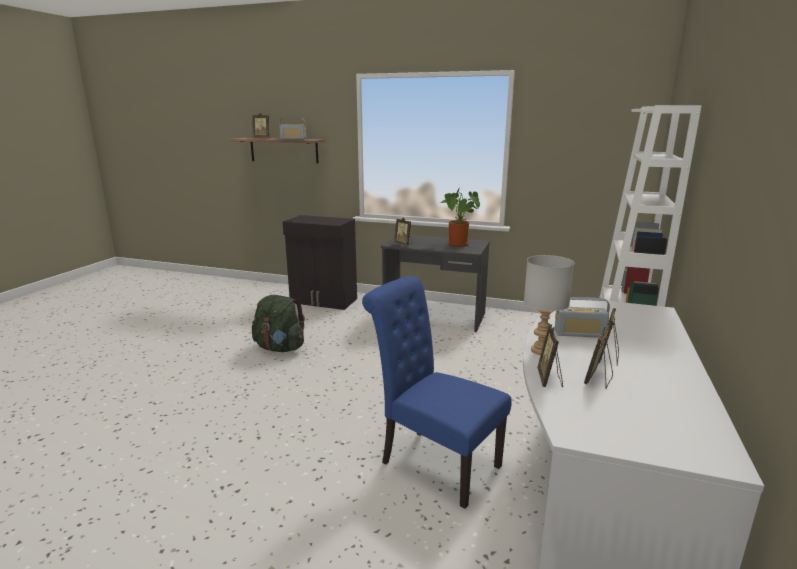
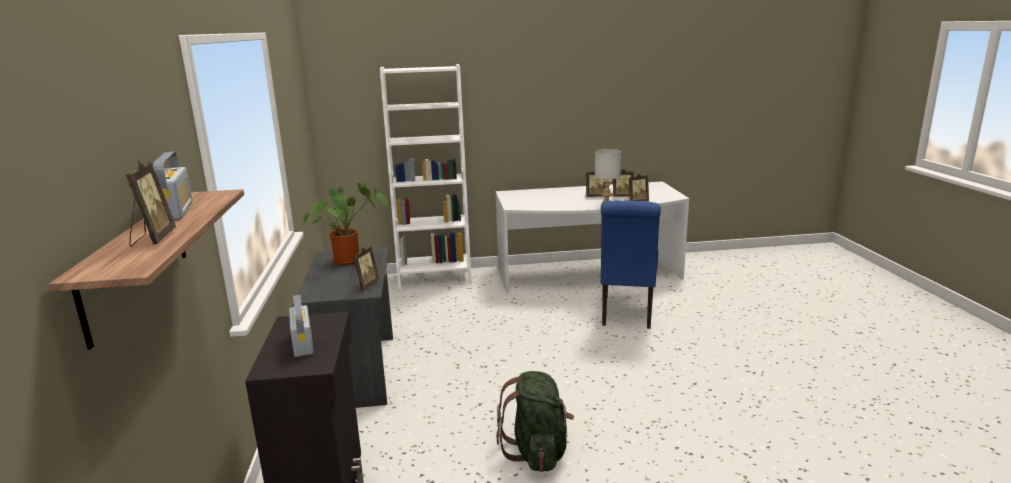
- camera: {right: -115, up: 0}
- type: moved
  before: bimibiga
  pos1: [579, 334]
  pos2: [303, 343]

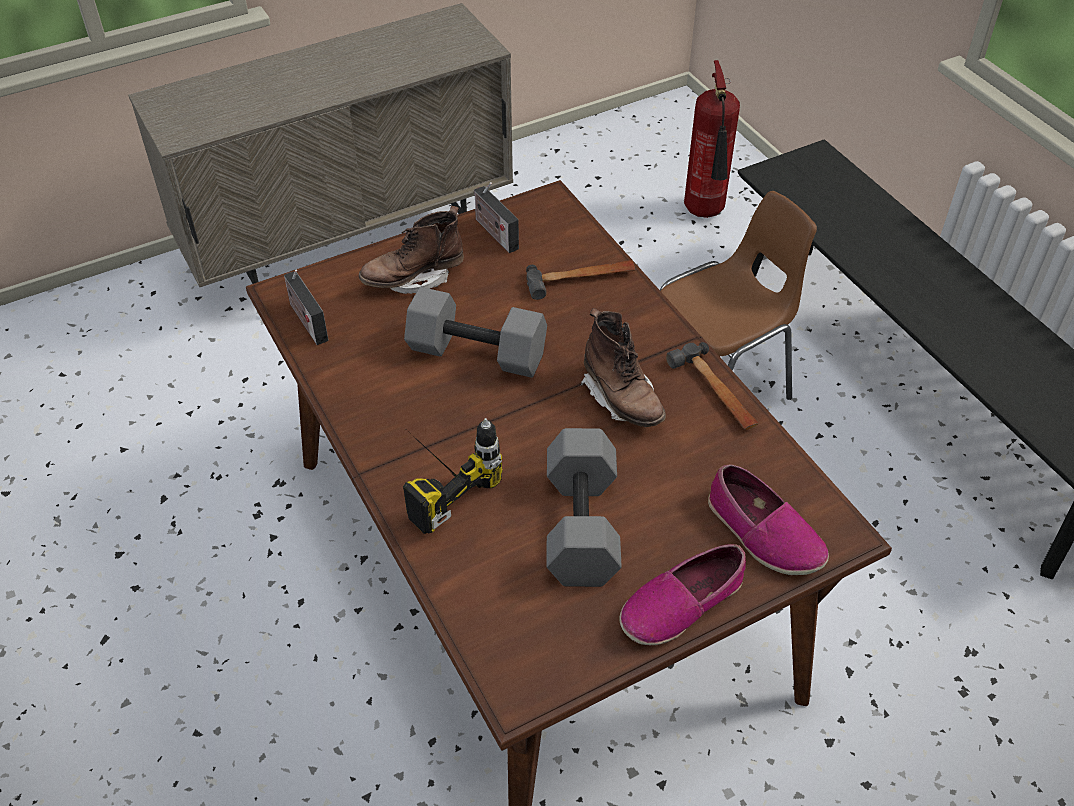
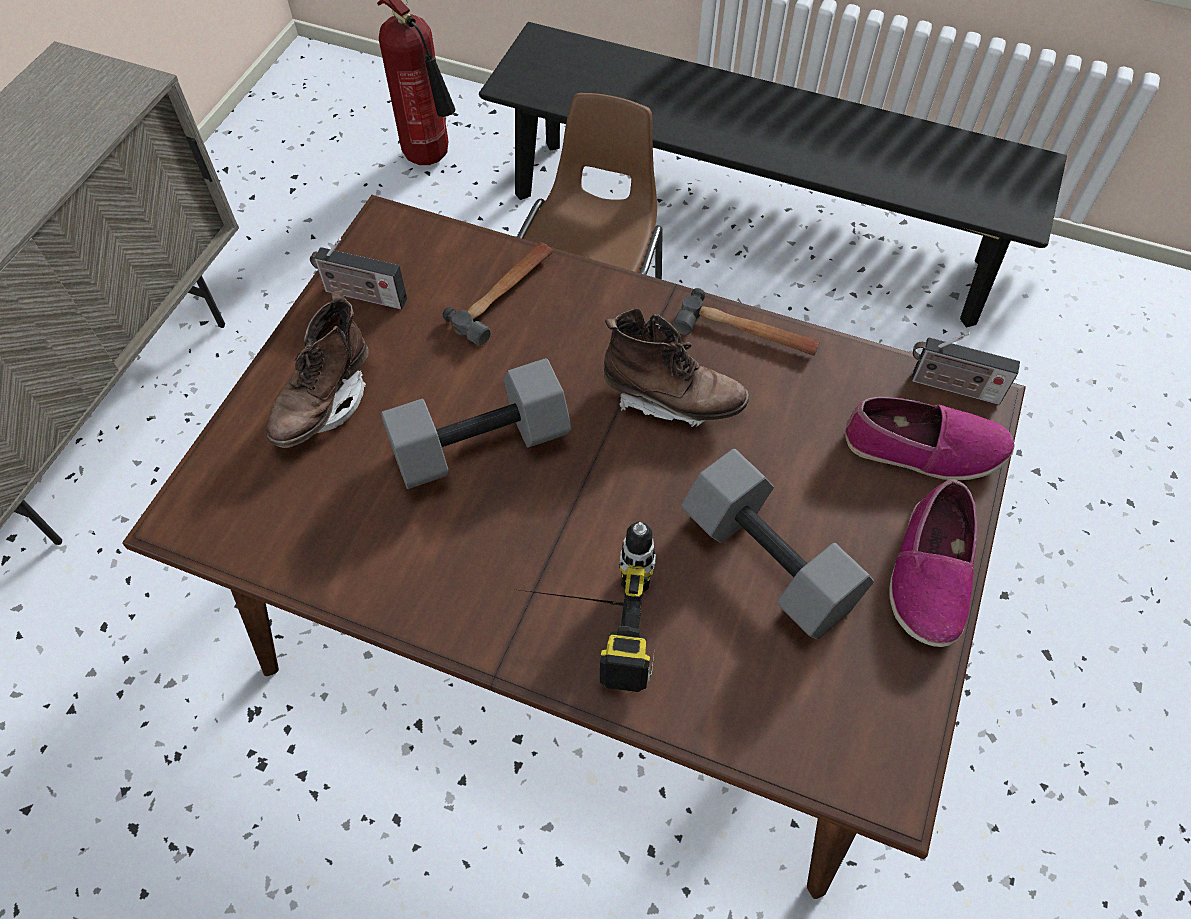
- camera: {right: -40, up: 10}
- type: moved
  before: bimibiga
  pos1: [306, 320]
  pos2: [951, 387]

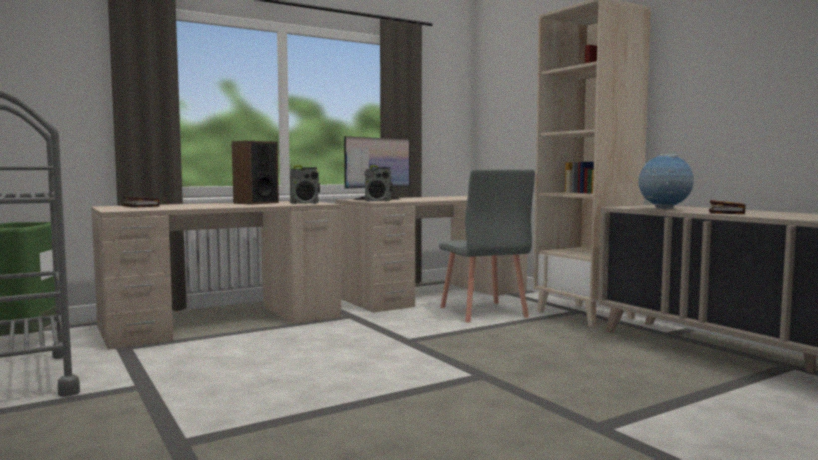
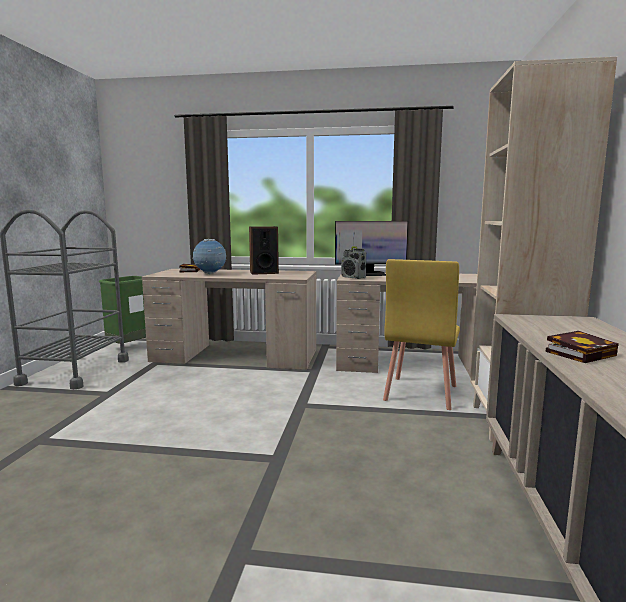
- camera: {right: 40, up: 5}
- type: moved
  before: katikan
  pos1: [664, 209]
  pos2: [210, 274]
- type: removed
  before: bimibiga
  pos1: [305, 203]
- type: recoloured
  before: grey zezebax
  after: yellow zezebax
  pos1: [482, 312]
  pos2: [420, 393]

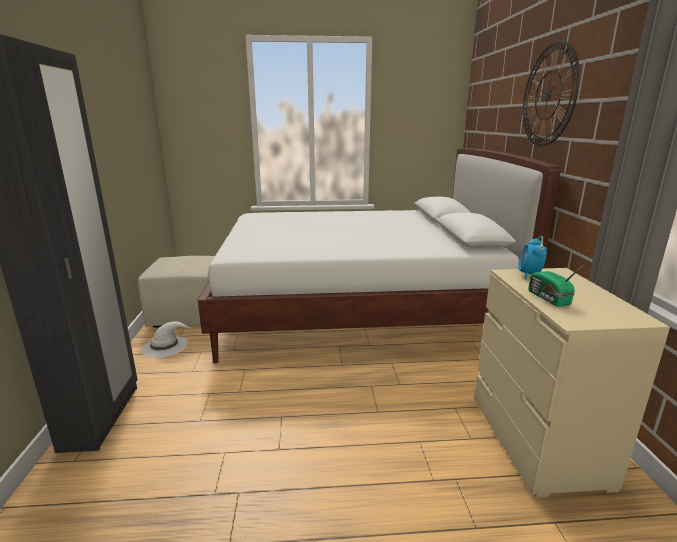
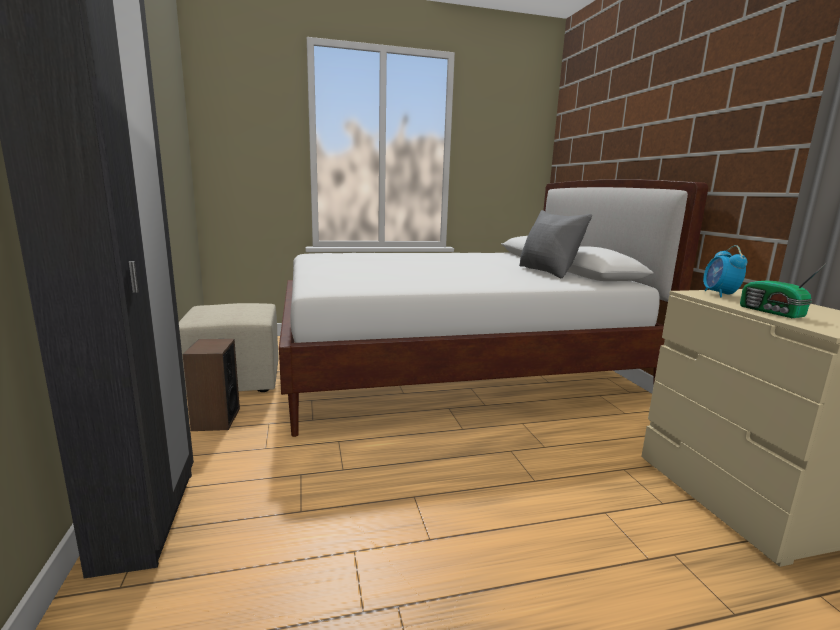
- camera: {right: -10, up: -5}
- type: removed
  before: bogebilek
  pos1: [548, 95]
- type: replaced
  before: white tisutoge
  after: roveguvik
  pos1: [165, 346]
  pos2: [216, 419]
- type: added
  after: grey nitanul
  pos2: [548, 272]

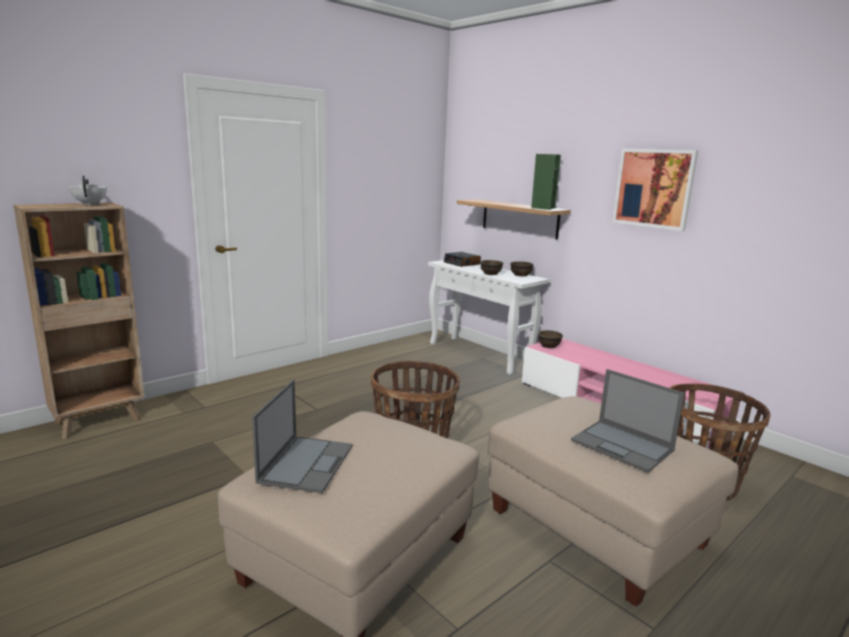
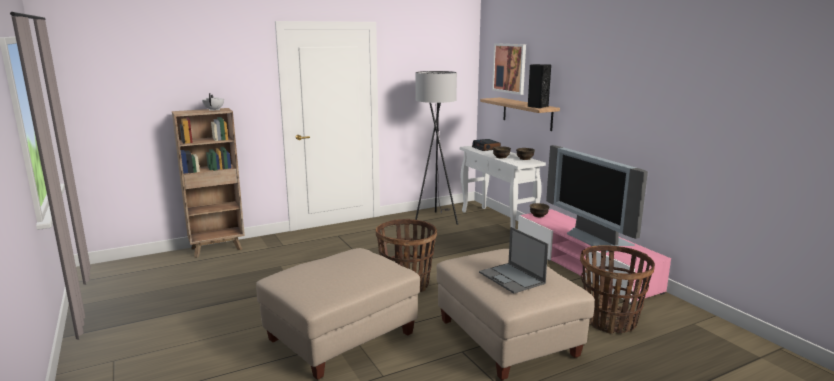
- camera: {right: 15, up: 0}
- type: moved
  before: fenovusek
  pos1: [654, 188]
  pos2: [509, 68]
- type: recoloured
  before: green roveguvik
  after: black roveguvik
  pos1: [543, 208]
  pos2: [537, 106]
- type: removed
  before: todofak
  pos1: [306, 463]
- type: added
  after: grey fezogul
  pos2: [435, 219]
- type: added
  after: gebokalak
  pos2: [596, 240]

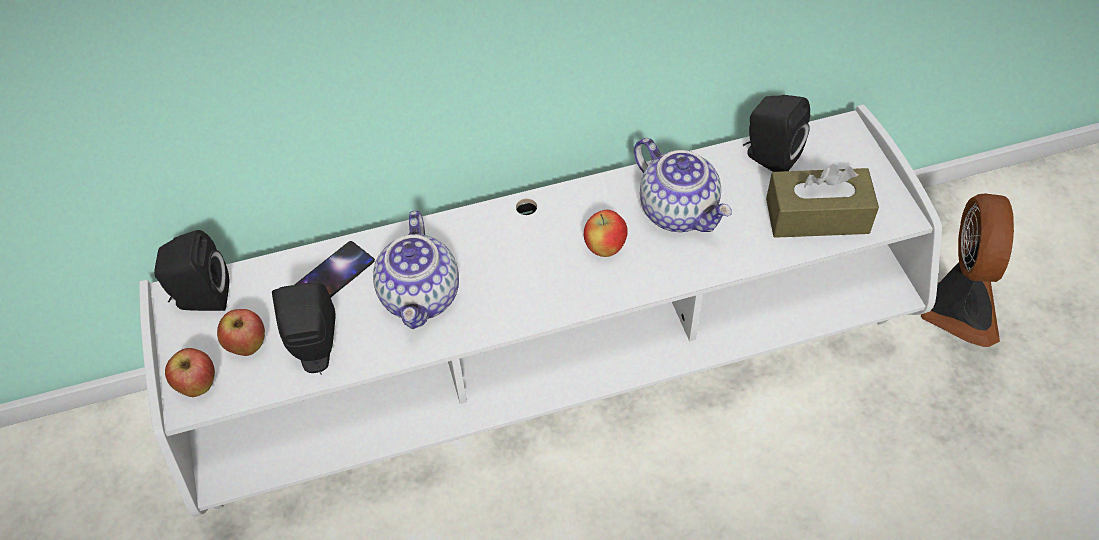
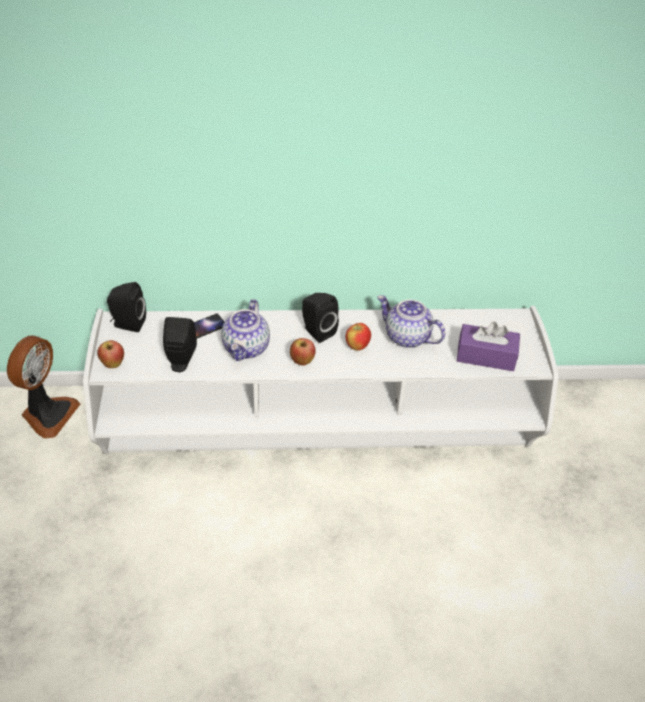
- camera: {right: 10, up: -10}
- type: moved
  before: black roveguvik
  pos1: [768, 157]
  pos2: [317, 331]
- type: turned
  before: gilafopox
  pos1: [679, 211]
  pos2: [406, 337]
  turn: 150
- type: recoloured
  before: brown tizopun
  after: purple tizopun
  pos1: [817, 216]
  pos2: [486, 356]
- type: moved
  before: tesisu
  pos1: [956, 307]
  pos2: [47, 414]
- type: moved
  before: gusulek
  pos1: [248, 346]
  pos2: [302, 362]

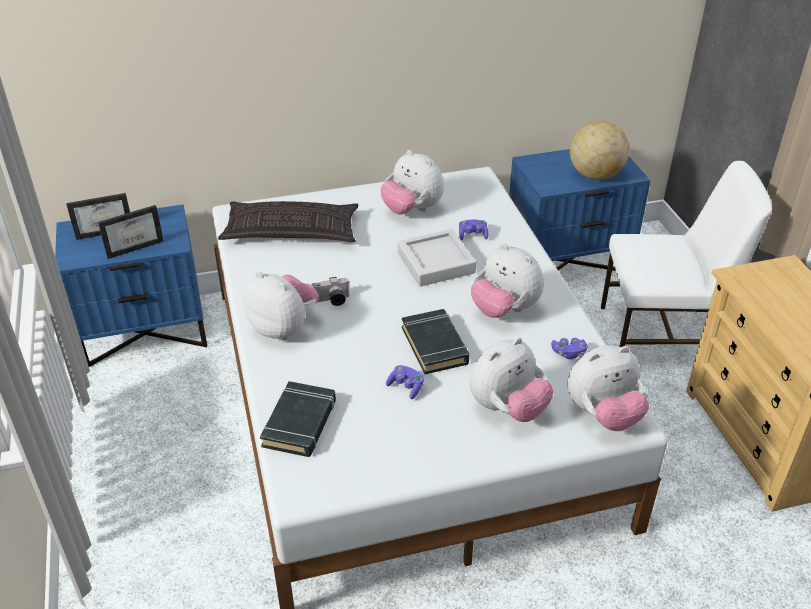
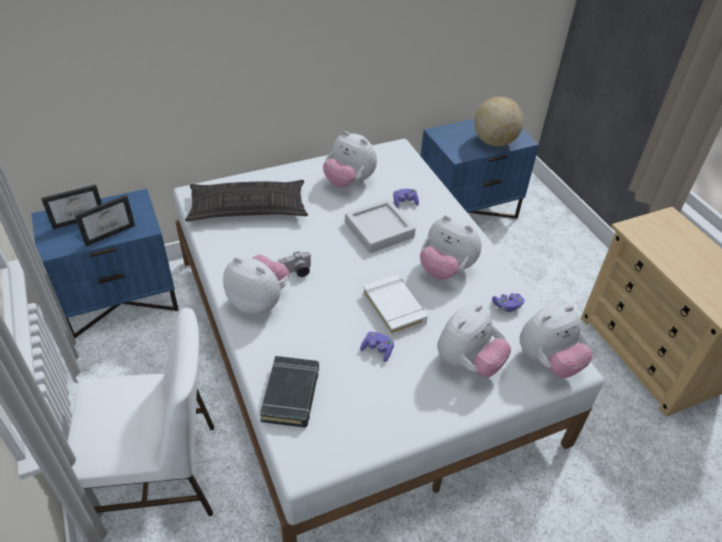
- camera: {right: -10, up: 5}
- type: moved
  before: white zezebax
  pos1: [661, 336]
  pos2: [160, 475]
- type: recoloured
  before: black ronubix
  after: white ronubix
  pos1: [435, 345]
  pos2: [394, 308]

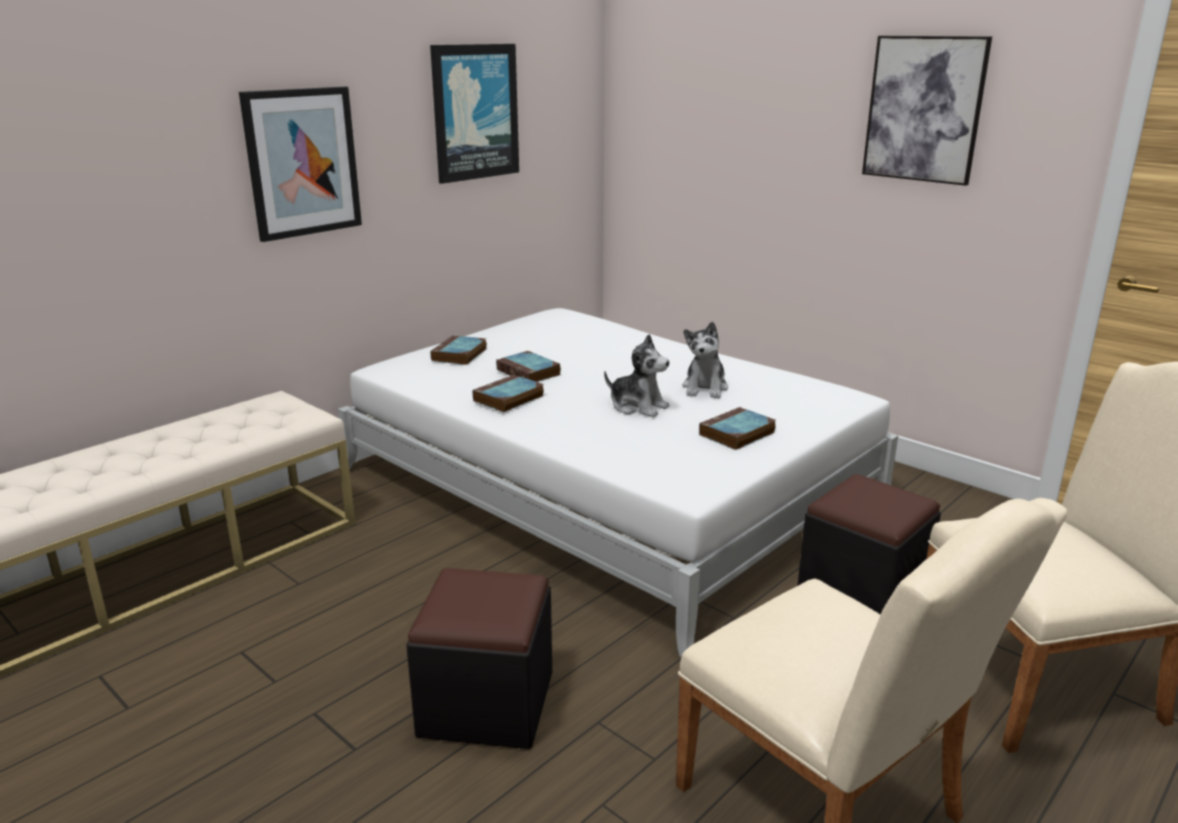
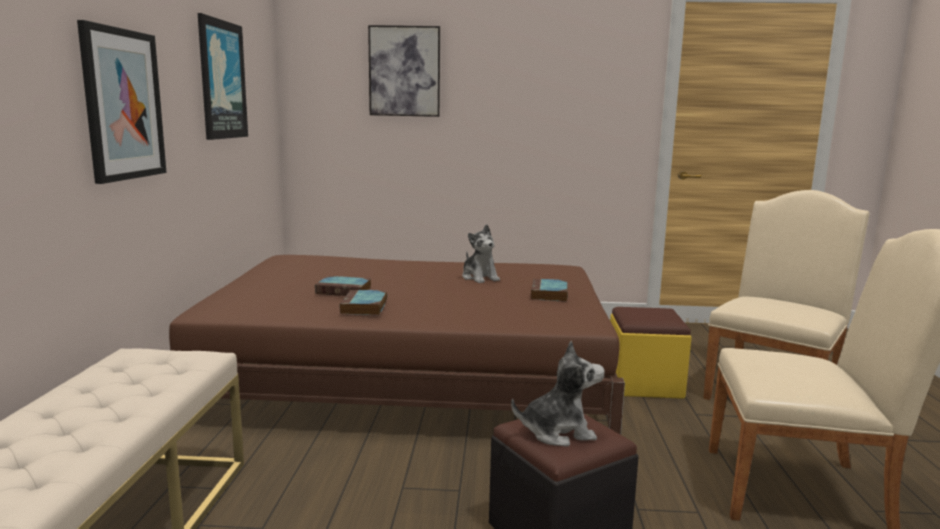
- camera: {right: -40, up: -10}
- type: moved
  before: fenovusek
  pos1: [924, 109]
  pos2: [404, 71]
- type: recoloured
  before: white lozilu
  after: brown lozilu
  pos1: [608, 484]
  pos2: [411, 374]
- type: moved
  before: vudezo
  pos1: [638, 406]
  pos2: [558, 432]
- type: removed
  before: ronubix
  pos1: [459, 355]
- type: recoloured
  before: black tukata
  after: yellow tukata
  pos1: [862, 592]
  pos2: [644, 384]

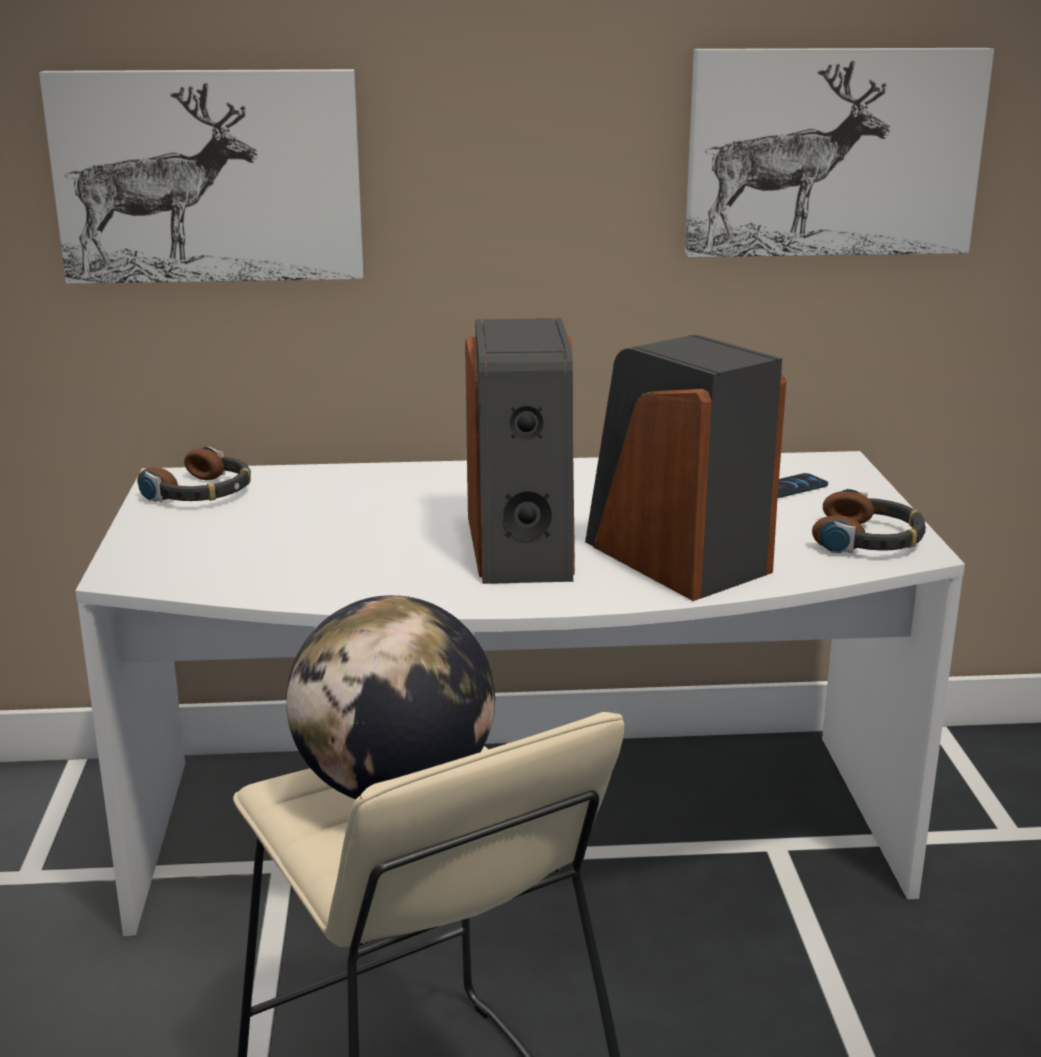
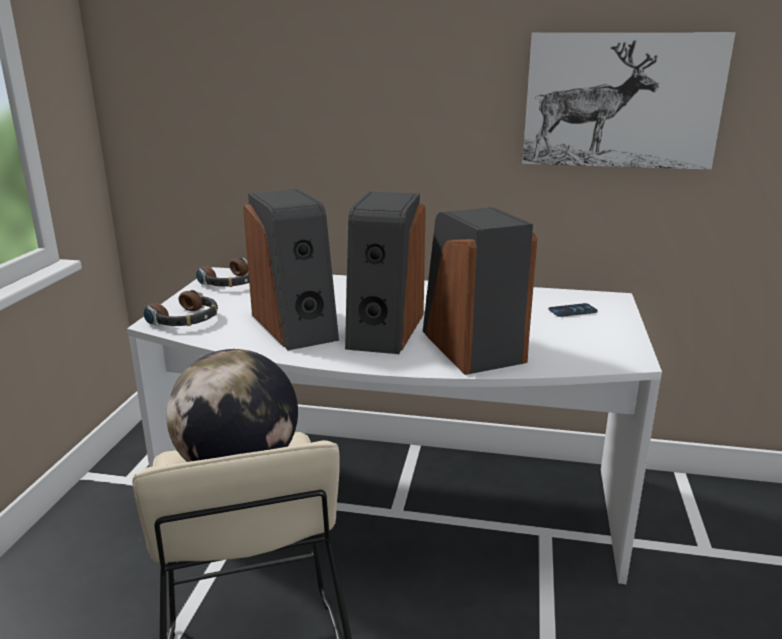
- camera: {right: 15, up: 0}
- type: removed
  before: fenovusek
  pos1: [209, 176]
- type: moved
  before: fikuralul
  pos1: [869, 539]
  pos2: [185, 320]
- type: added
  after: roveguvik
  pos2: [296, 326]

